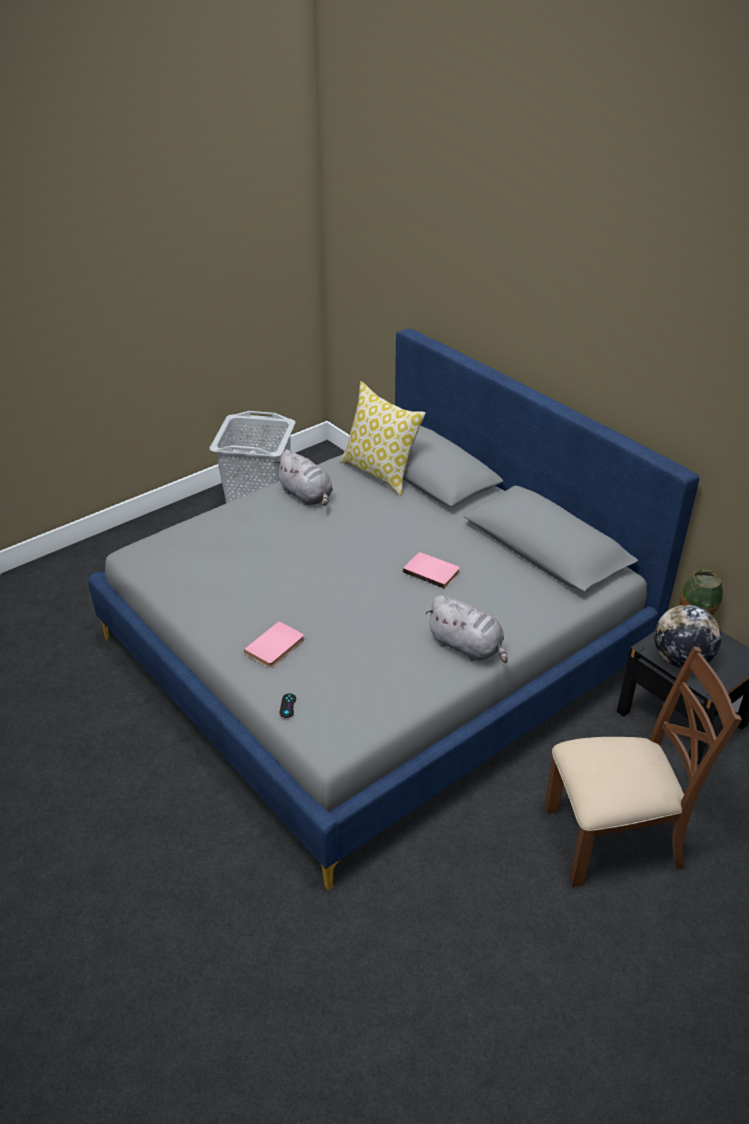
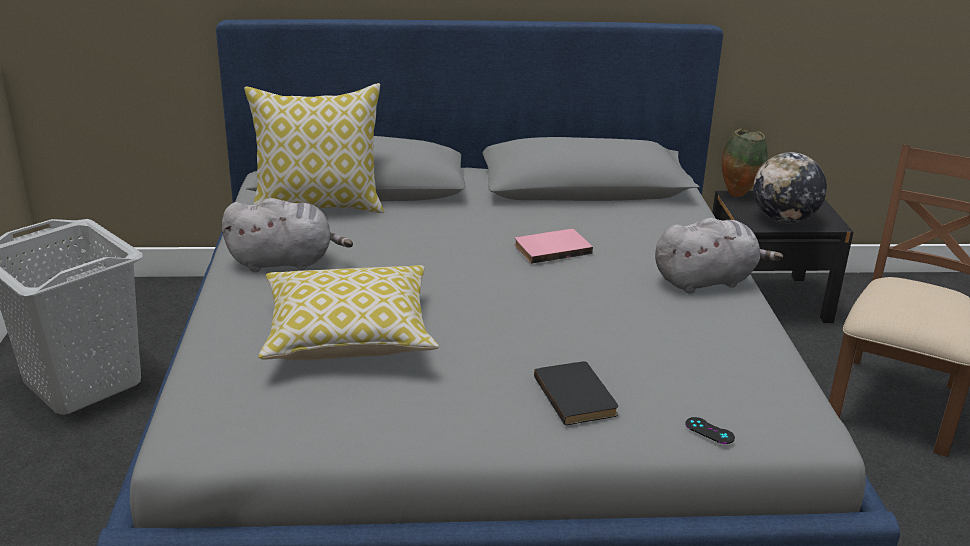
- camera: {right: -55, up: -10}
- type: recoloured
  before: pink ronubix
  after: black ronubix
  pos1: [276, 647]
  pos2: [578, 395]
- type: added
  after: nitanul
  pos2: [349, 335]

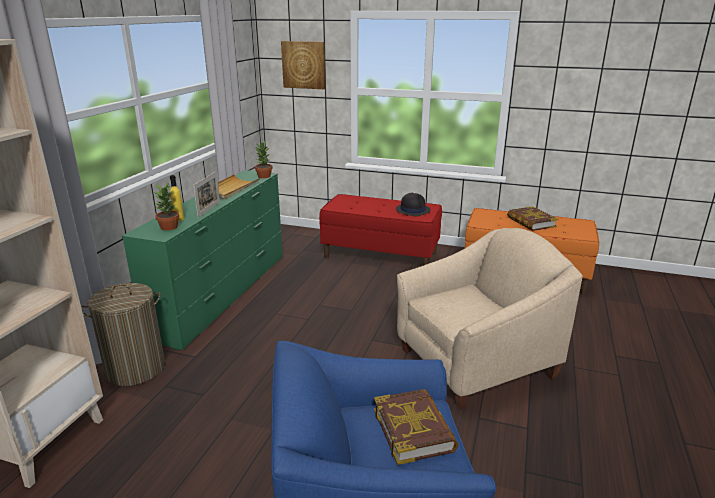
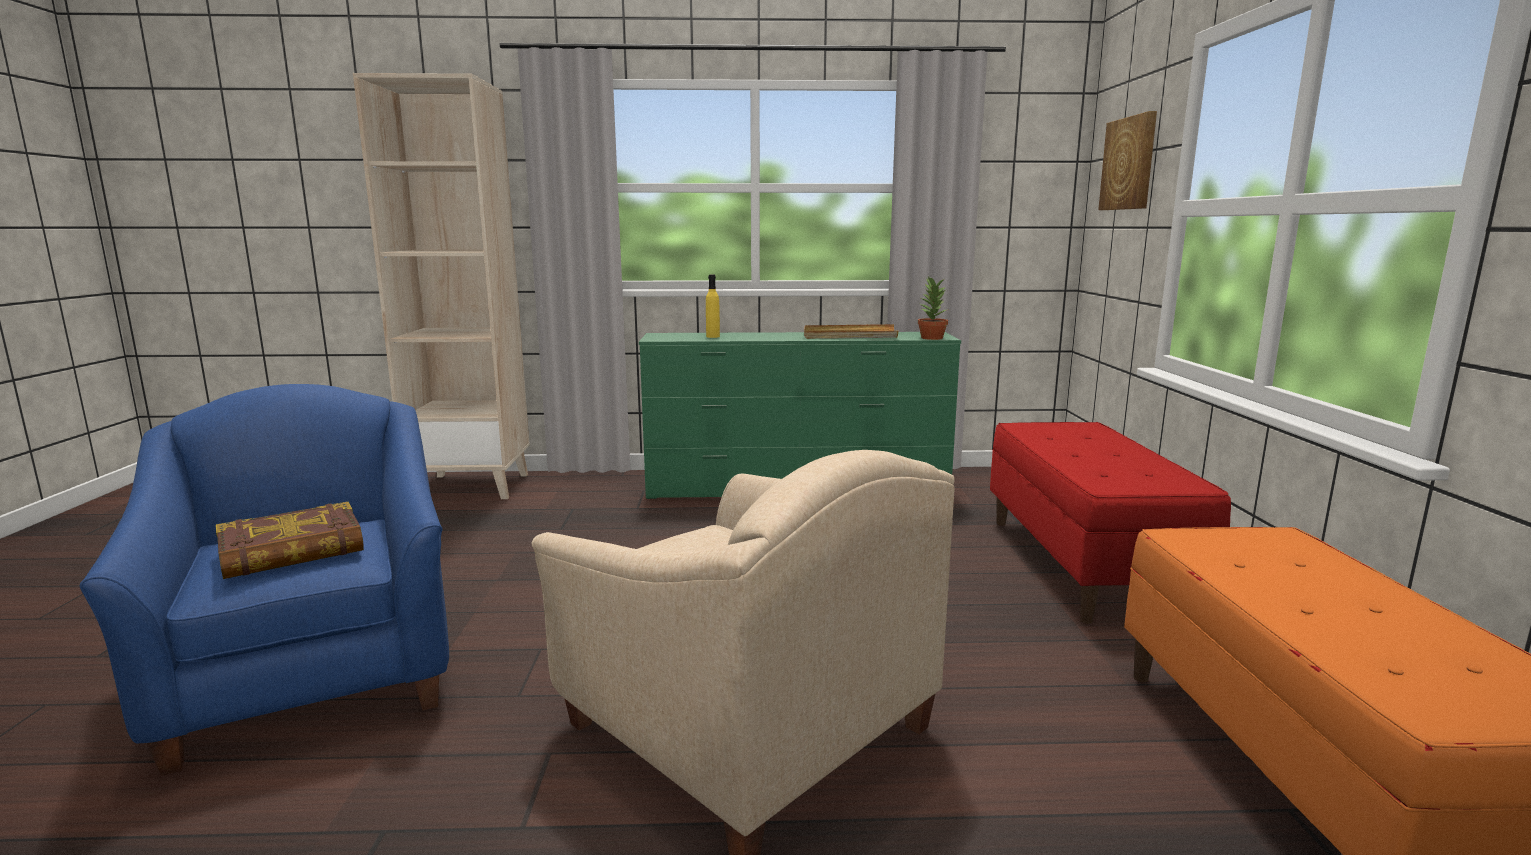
- camera: {right: 70, up: -10}
- type: removed
  before: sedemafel
  pos1: [209, 209]
- type: removed
  before: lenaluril
  pos1: [169, 227]
- type: removed
  before: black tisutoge
  pos1: [412, 210]
- type: removed
  before: ronubix
  pos1: [531, 222]
- type: removed
  before: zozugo
  pos1: [135, 368]

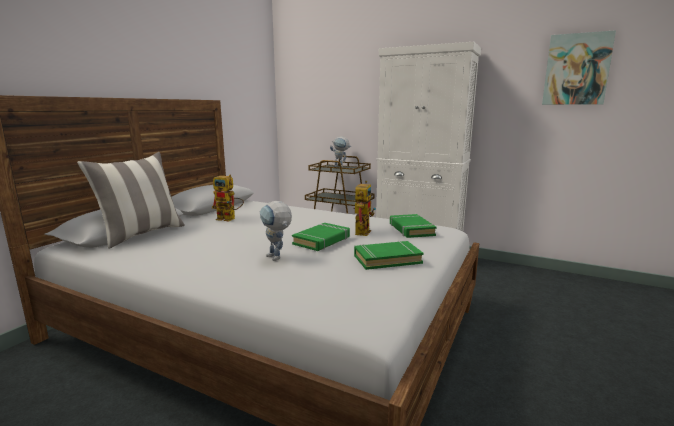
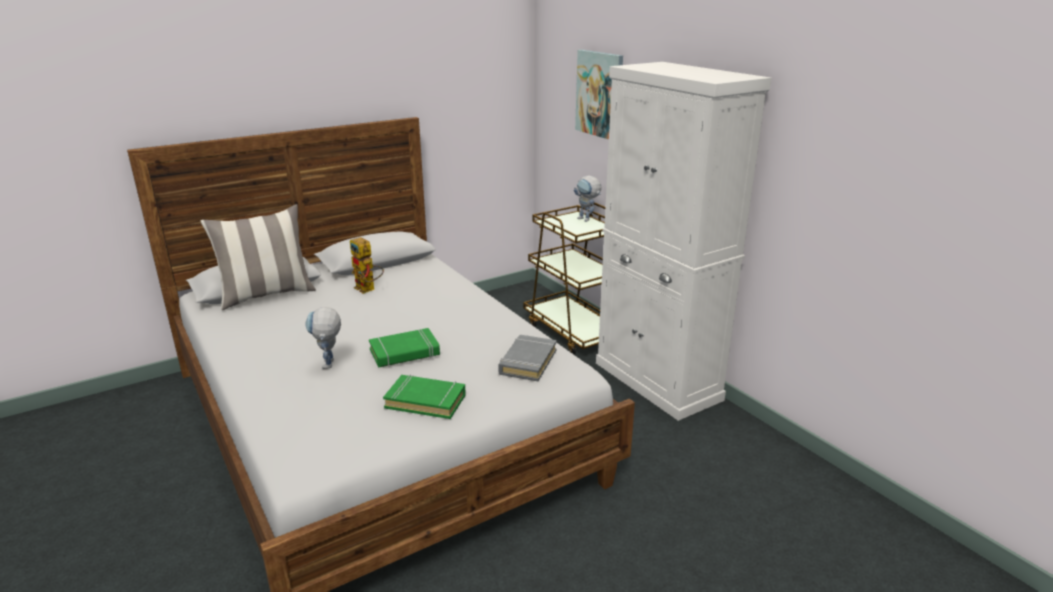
- camera: {right: 30, up: 10}
- type: moved
  before: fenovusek
  pos1: [576, 69]
  pos2: [600, 94]
- type: removed
  before: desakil
  pos1: [362, 231]
- type: recoloured
  before: green ronubix
  after: grey ronubix
  pos1: [411, 229]
  pos2: [527, 362]

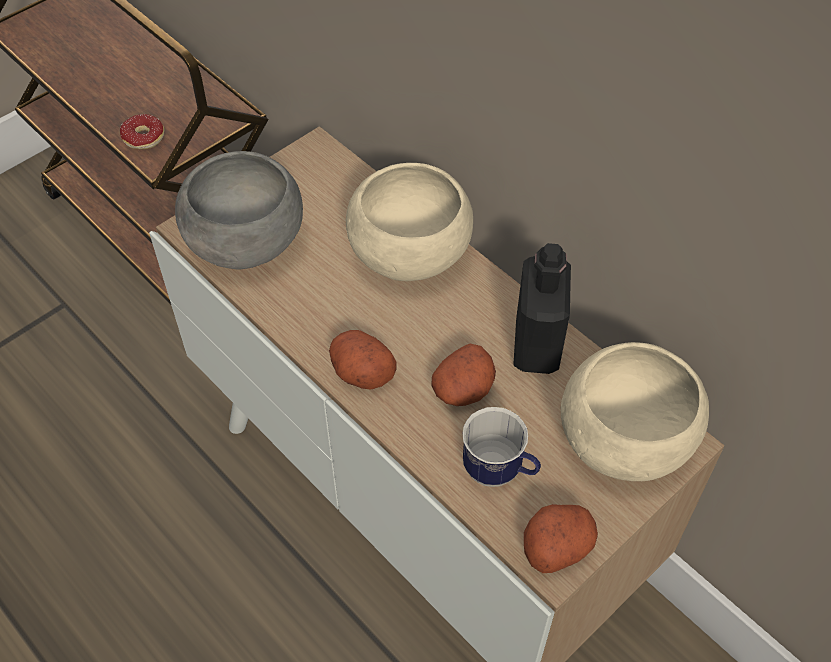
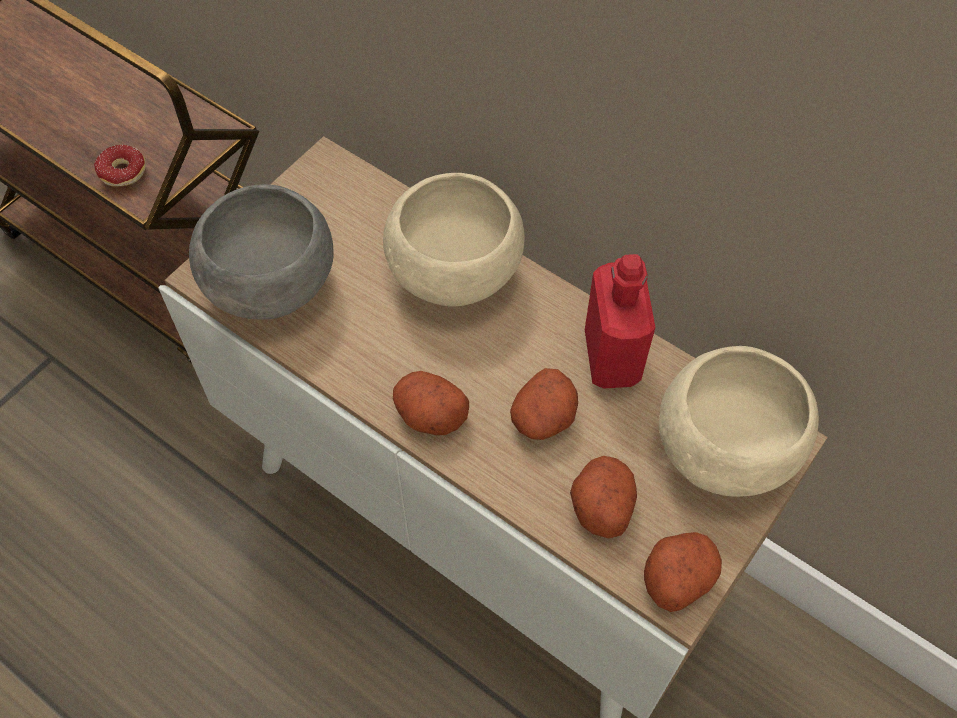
- camera: {right: -10, up: 5}
- type: recoloured
  before: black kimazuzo
  after: red kimazuzo
  pos1: [536, 346]
  pos2: [611, 357]
- type: replaced
  before: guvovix
  after: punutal
  pos1: [499, 471]
  pos2: [601, 504]

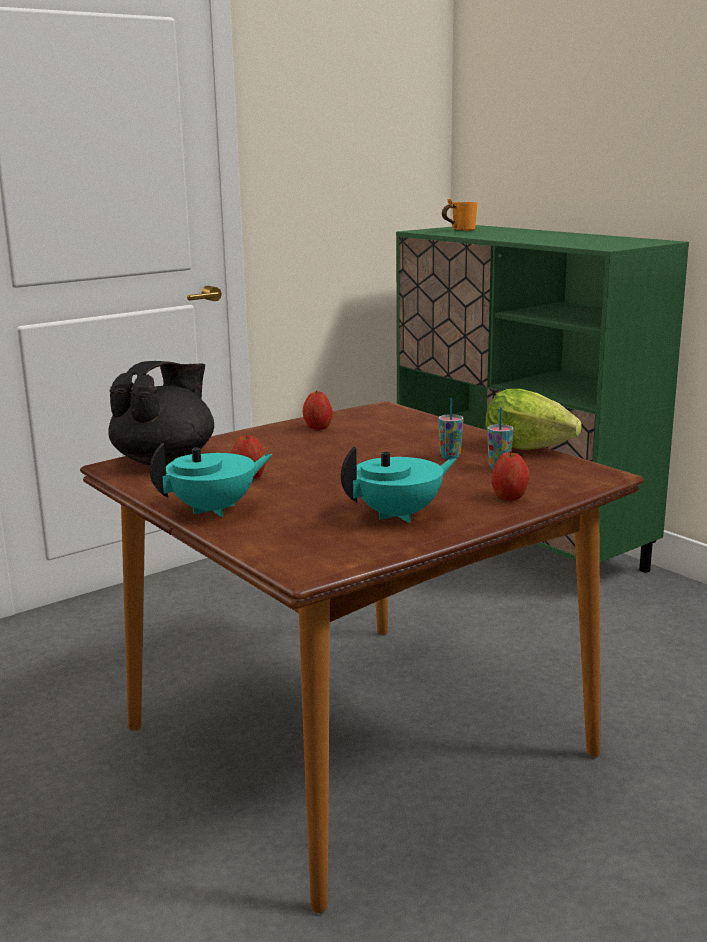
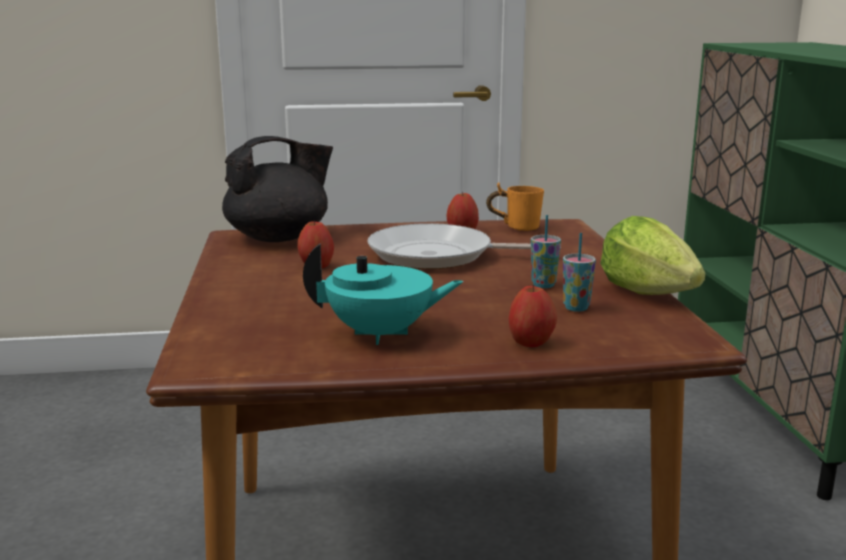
- camera: {right: 30, up: 0}
- type: moved
  before: orange guvovix
  pos1: [458, 231]
  pos2: [515, 227]
- type: removed
  before: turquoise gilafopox
  pos1: [214, 509]
- type: added
  after: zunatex
  pos2: [438, 255]

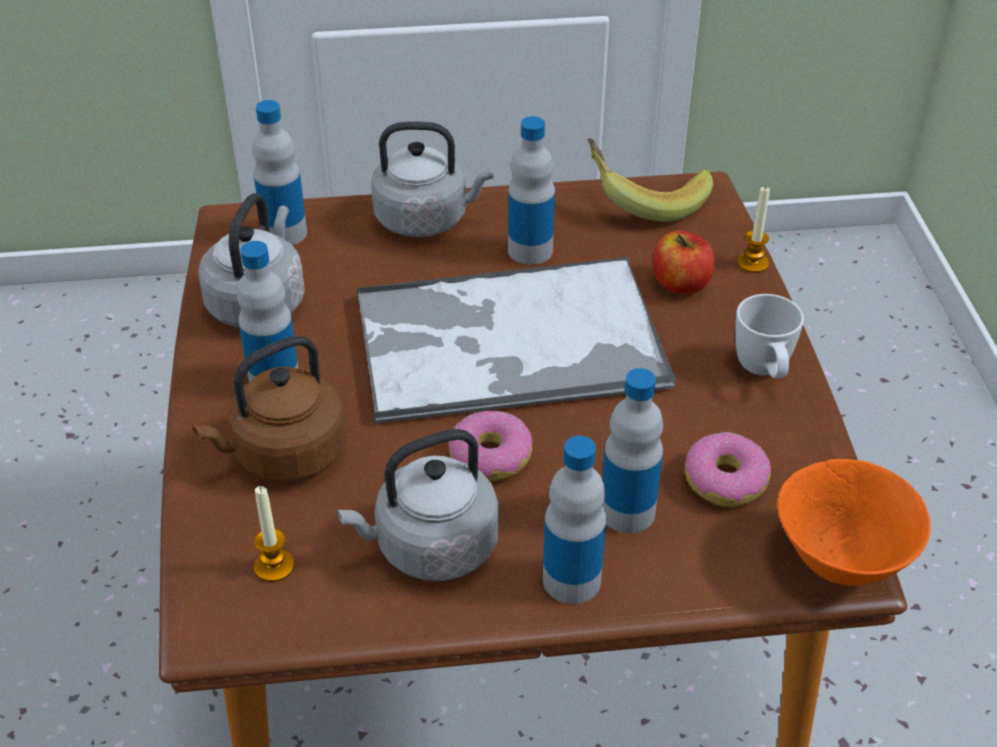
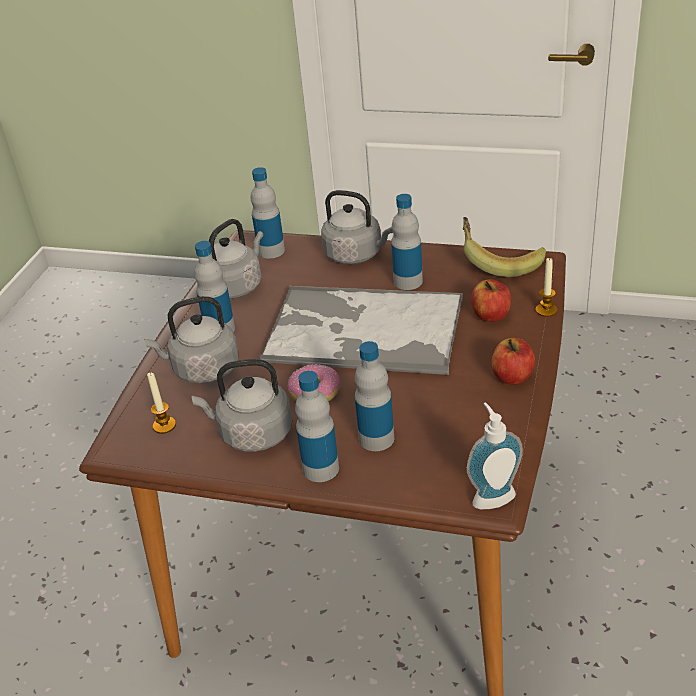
- camera: {right: 25, up: -5}
- type: replaced
  before: white guvovix
  after: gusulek
  pos1: [764, 373]
  pos2: [512, 376]
- type: recoloured
  before: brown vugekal
  after: grey vugekal
  pos1: [284, 455]
  pos2: [202, 369]
- type: removed
  before: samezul
  pos1: [725, 480]
- type: replaced
  before: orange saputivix
  after: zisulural
  pos1: [840, 562]
  pos2: [491, 495]

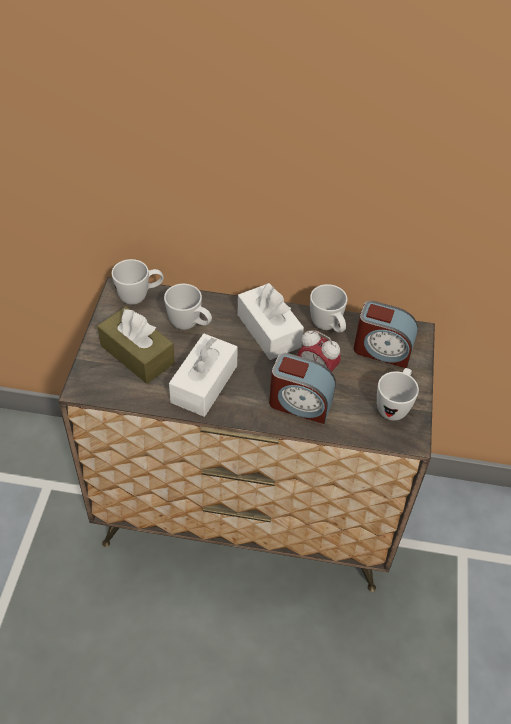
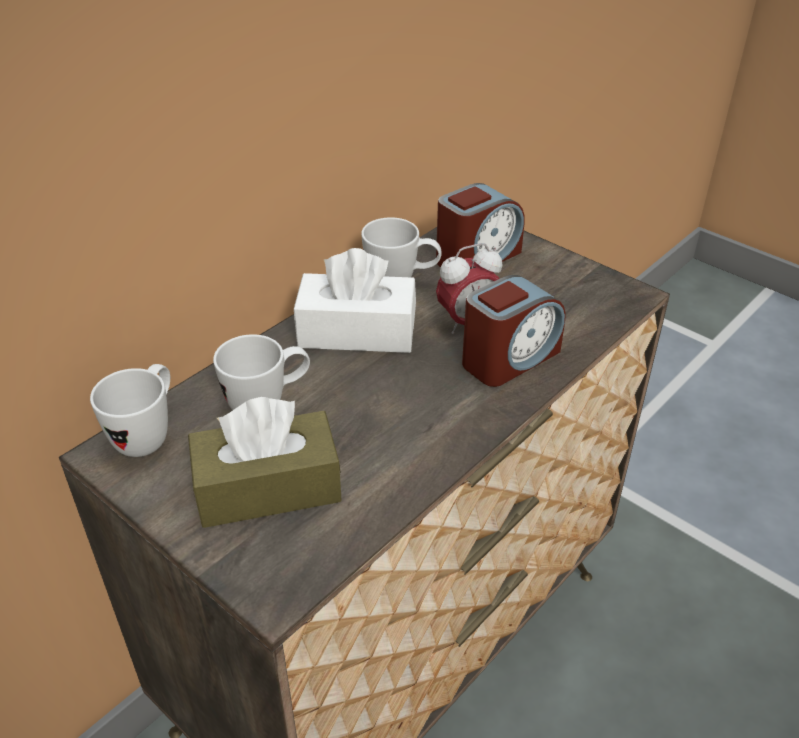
- camera: {right: -55, up: -10}
- type: removed
  before: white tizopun
  pos1: [204, 384]
- type: removed
  before: white guvovix
  pos1: [394, 405]

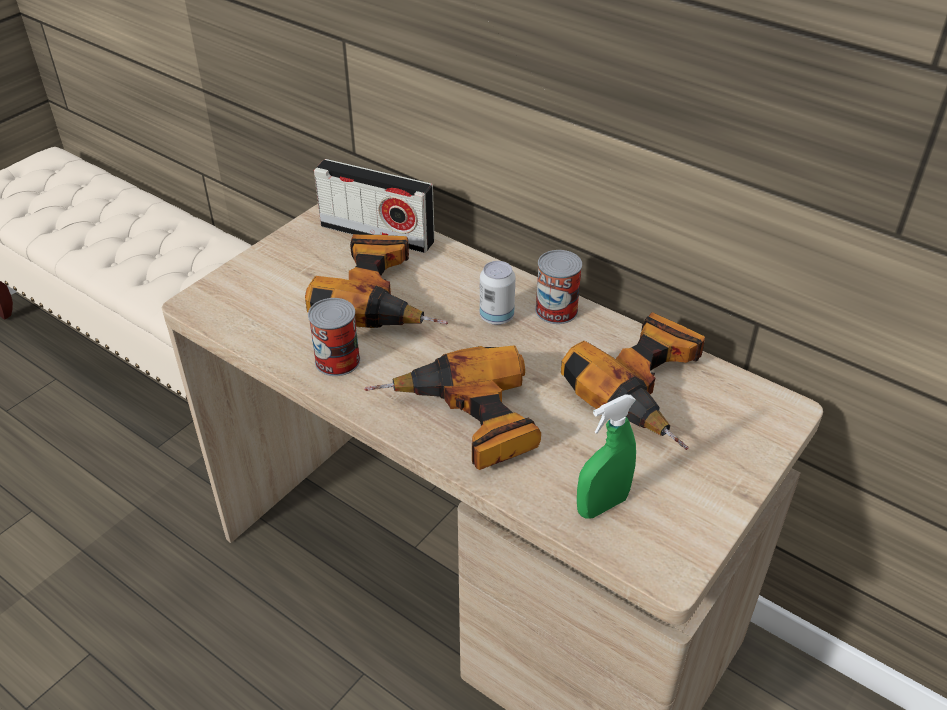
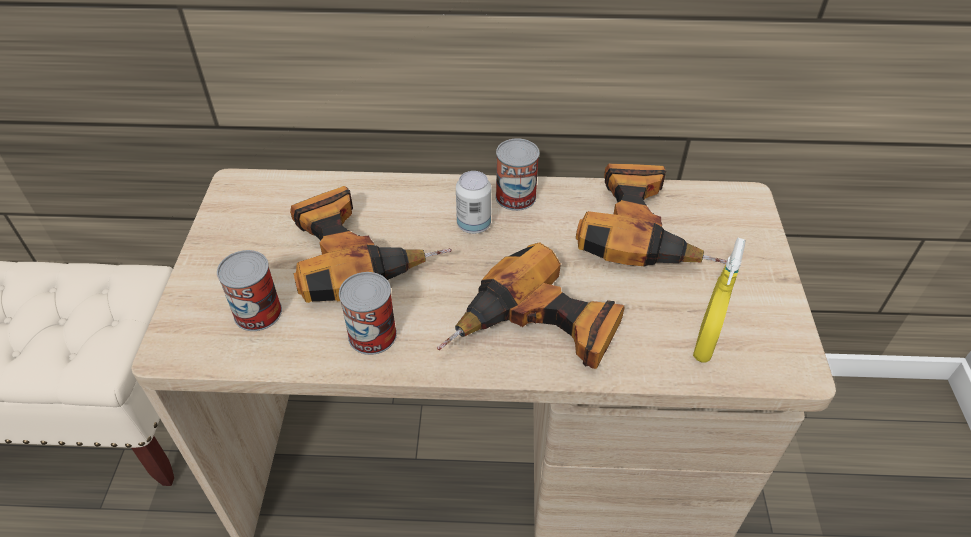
- camera: {right: -35, up: 5}
- type: removed
  before: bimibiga
  pos1: [377, 234]
- type: recoloured
  before: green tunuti
  after: yellow tunuti
  pos1: [602, 505]
  pos2: [704, 344]
- type: added
  after: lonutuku
  pos2: [258, 312]

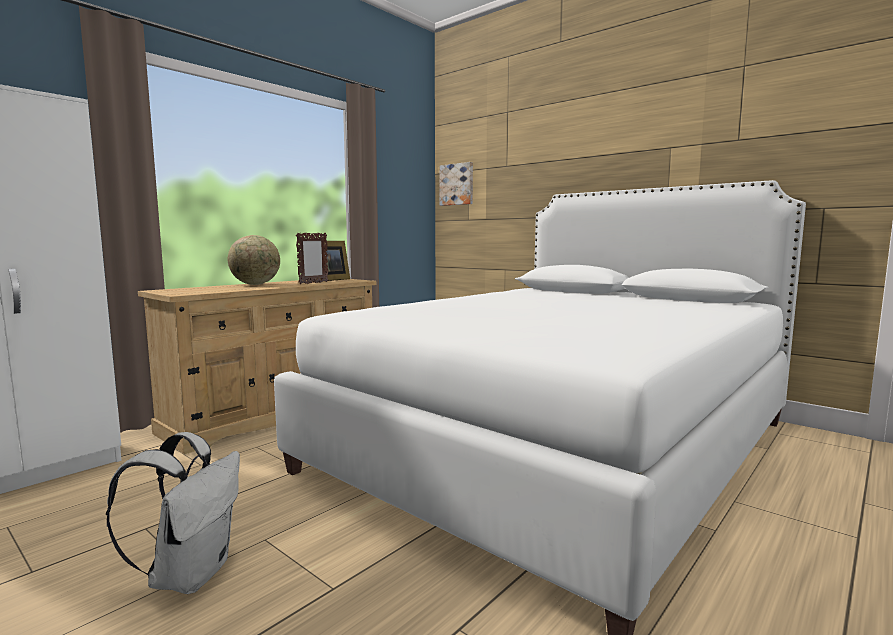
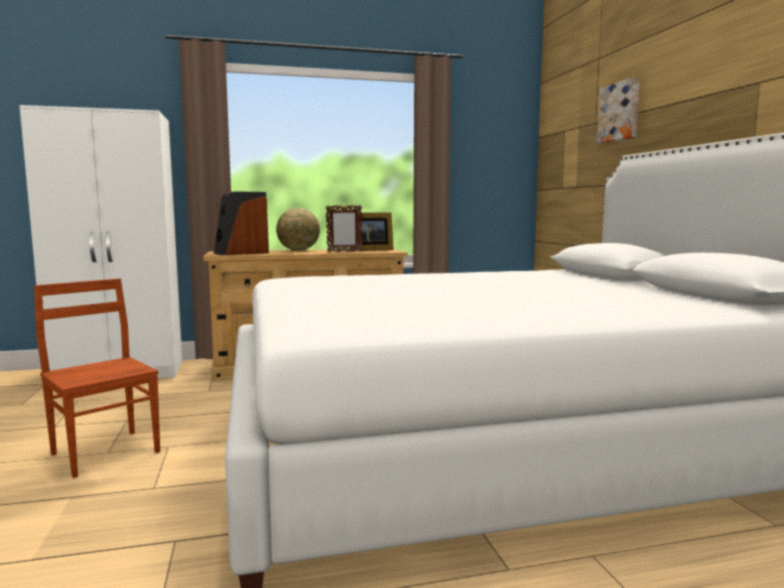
- camera: {right: 35, up: 0}
- type: moved
  before: fenovusek
  pos1: [457, 184]
  pos2: [620, 112]
- type: replaced
  before: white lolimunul
  after: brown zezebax
  pos1: [190, 574]
  pos2: [106, 452]
- type: added
  after: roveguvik
  pos2: [241, 253]

